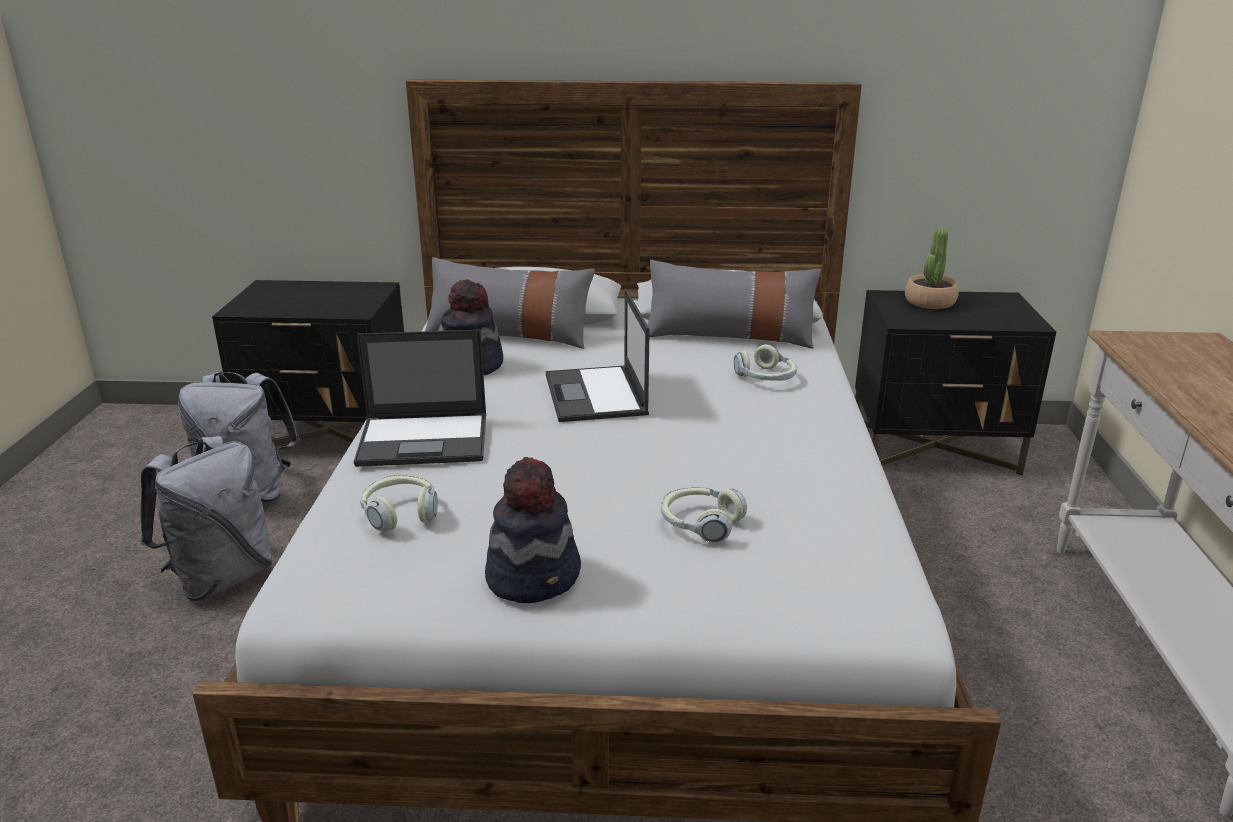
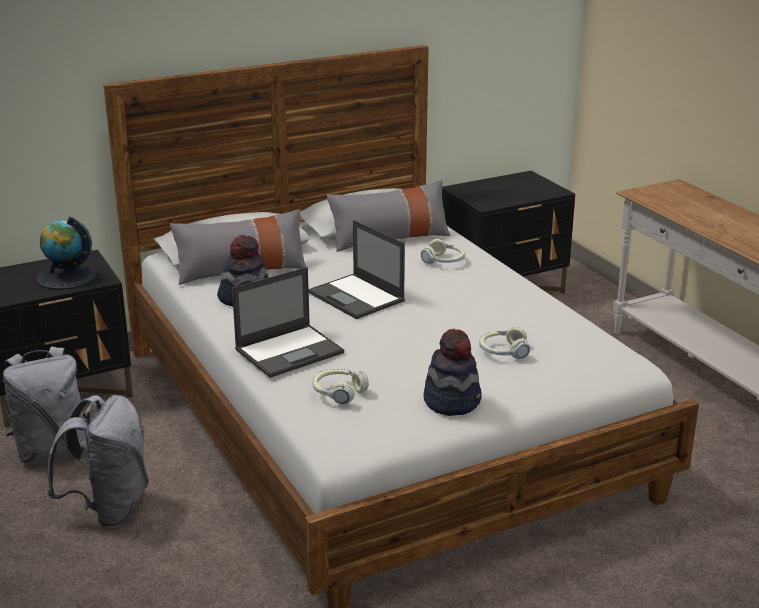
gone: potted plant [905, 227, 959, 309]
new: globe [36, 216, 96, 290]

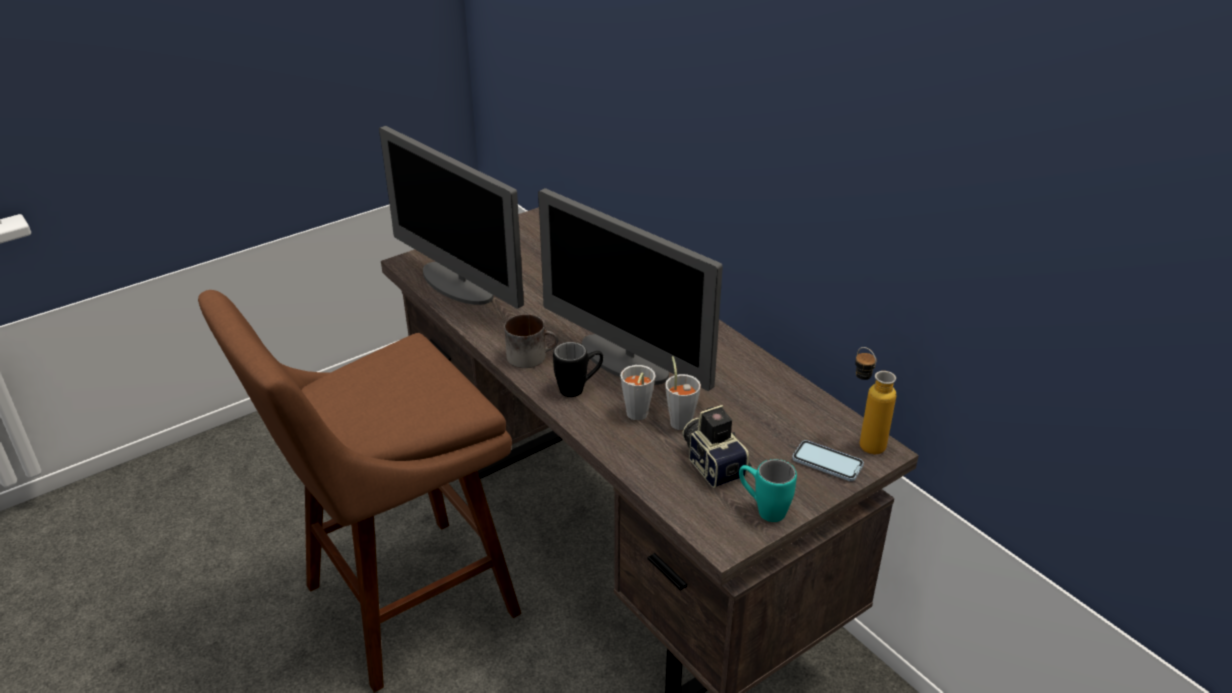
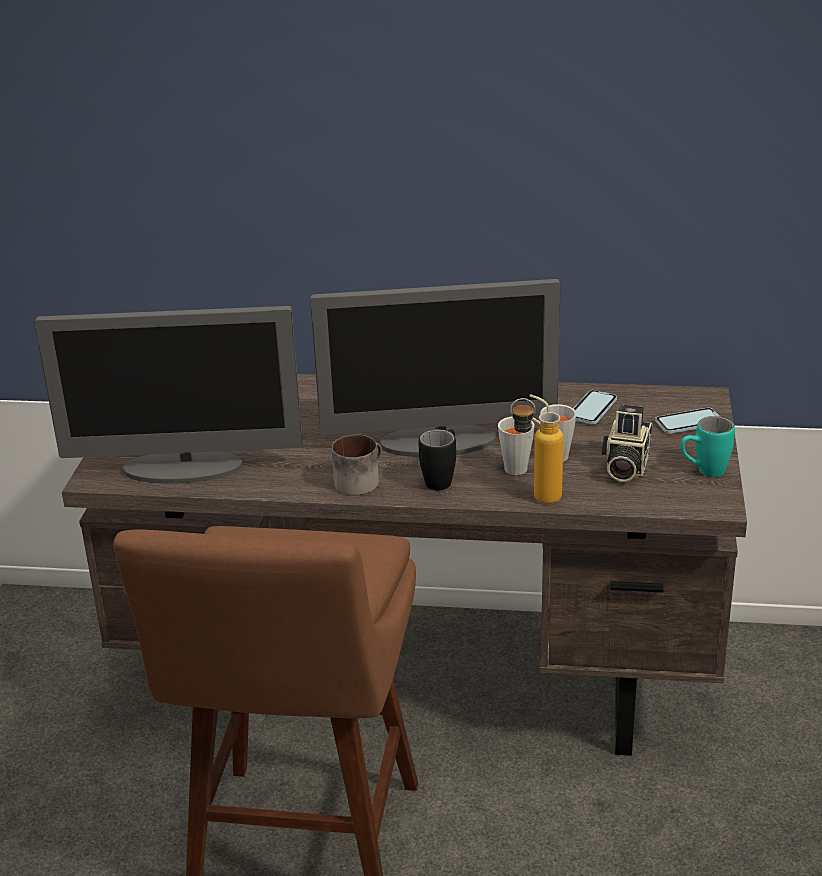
new: phone [573, 390, 617, 424]
shifted: bottle [855, 347, 896, 454] to [510, 398, 564, 504]
rotated: photo camera [682, 405, 751, 488] = [602, 405, 652, 482] 90 degrees counterclockwise

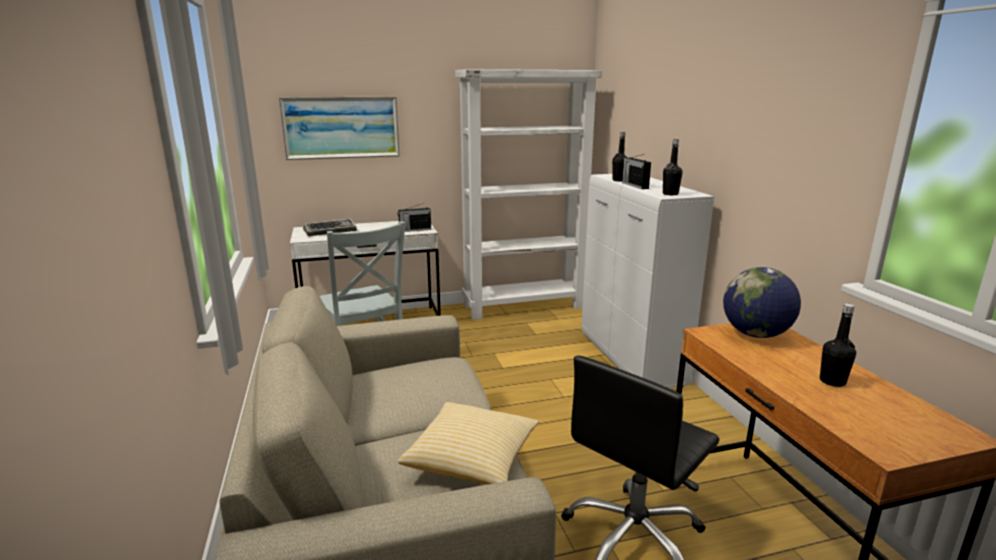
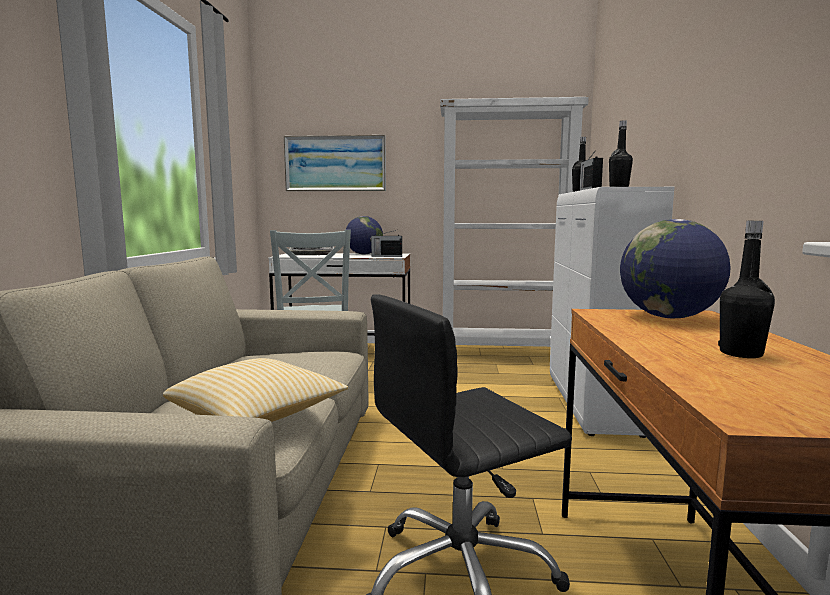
new: globe [346, 216, 383, 254]

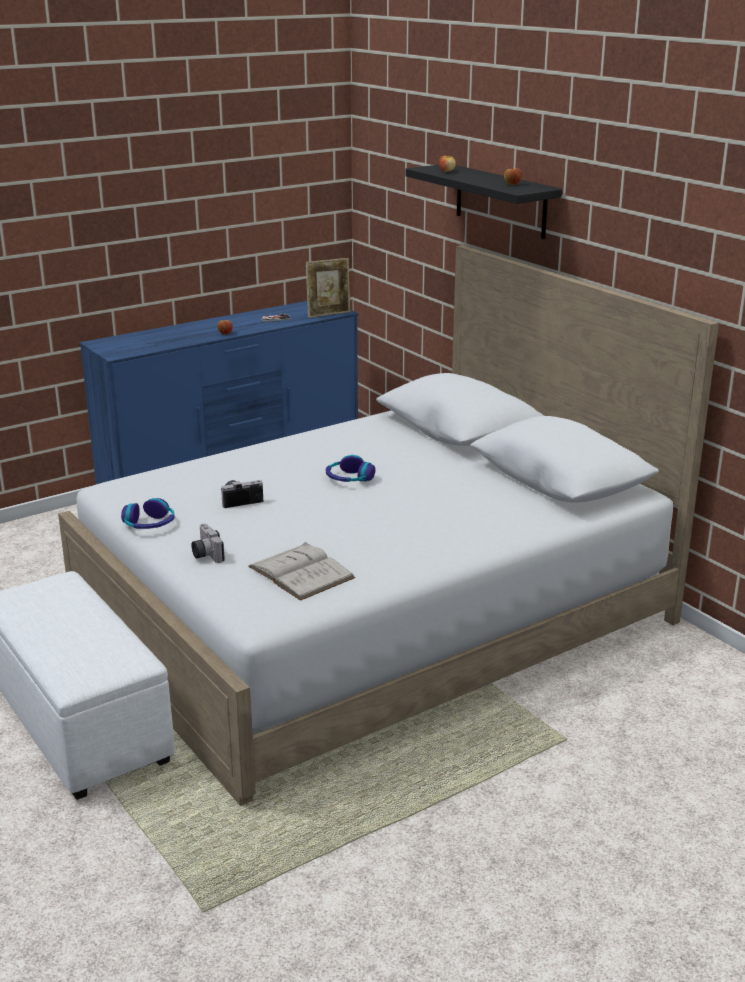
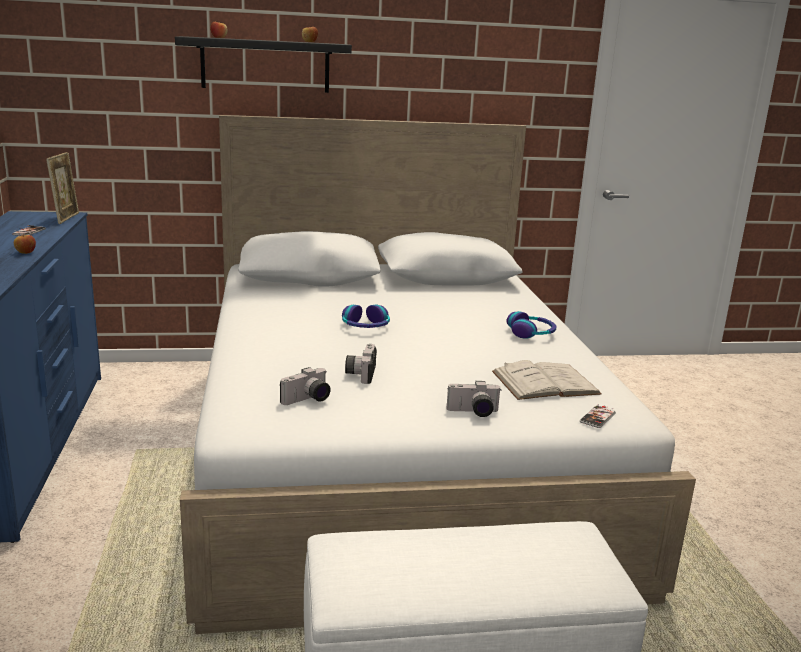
new: photo camera [280, 367, 330, 405]; phone [580, 404, 616, 428]
shifted: headphones [121, 498, 175, 529] to [507, 311, 556, 339]

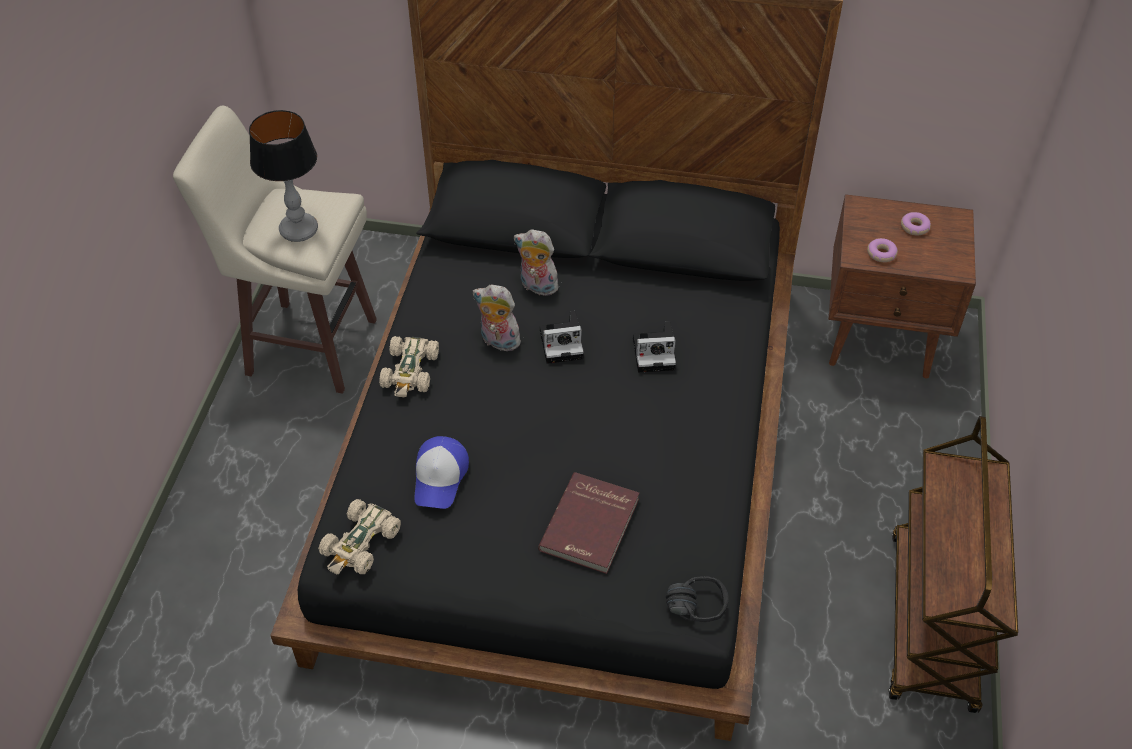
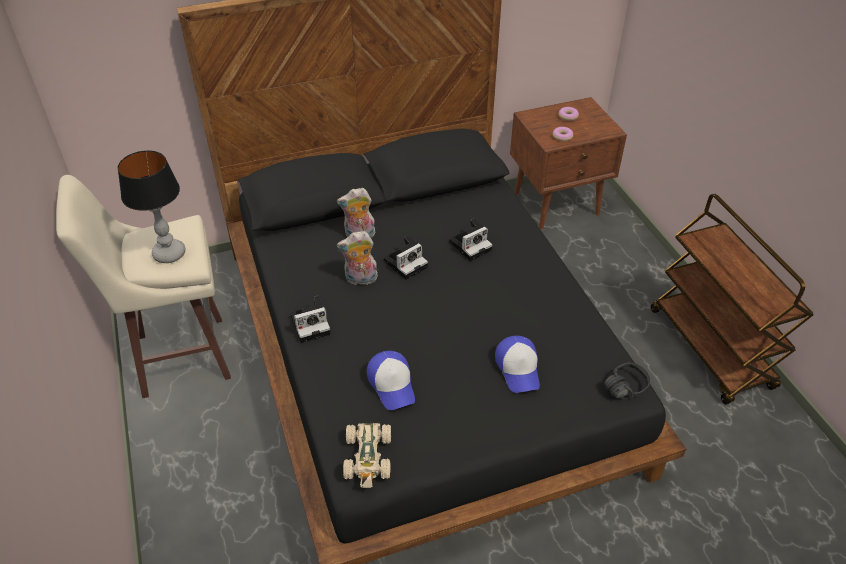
swapped: toy car (beige) [379, 336, 439, 397] to photo camera [290, 296, 331, 343]; book (red) [538, 472, 639, 574] to cap [495, 336, 540, 393]

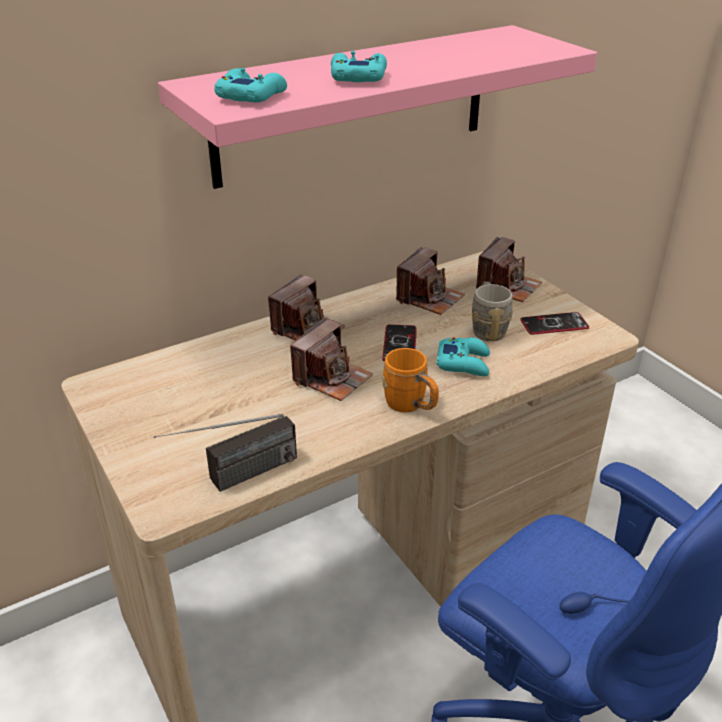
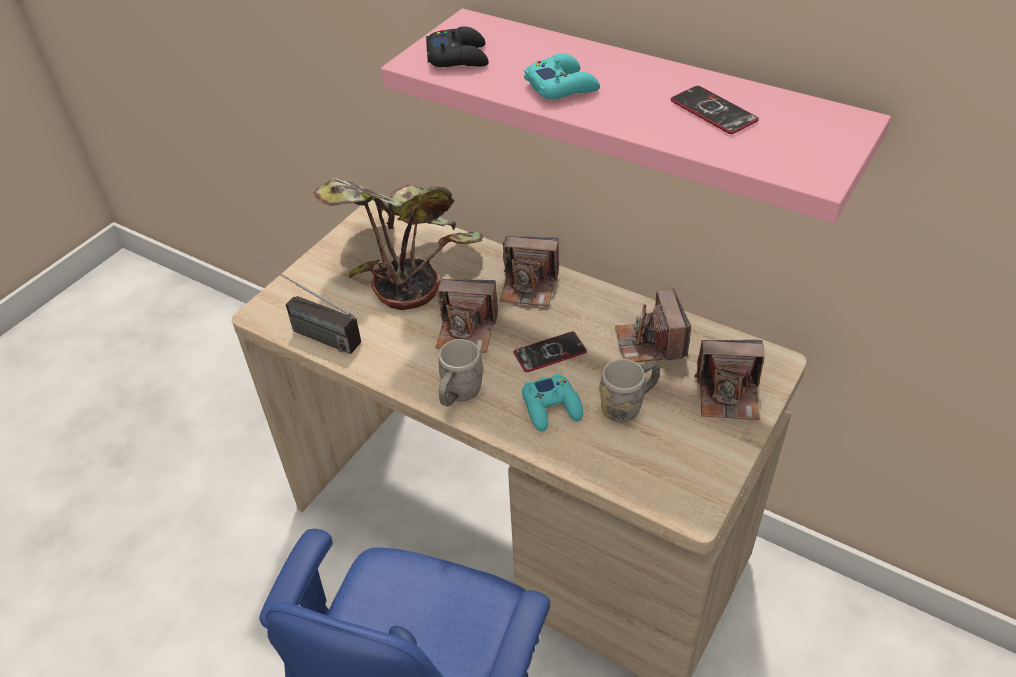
new: potted plant [312, 178, 483, 310]
shifted: phone [520, 312, 589, 335] to [671, 86, 759, 134]
repainted: game controller (turquoise) [214, 68, 287, 102] to game controller (black) [426, 27, 489, 67]; mug (orange) [382, 348, 439, 412] to mug (grey) [439, 339, 484, 407]
rotated: photo camera [396, 247, 465, 315] = [615, 289, 691, 362] 75 degrees clockwise

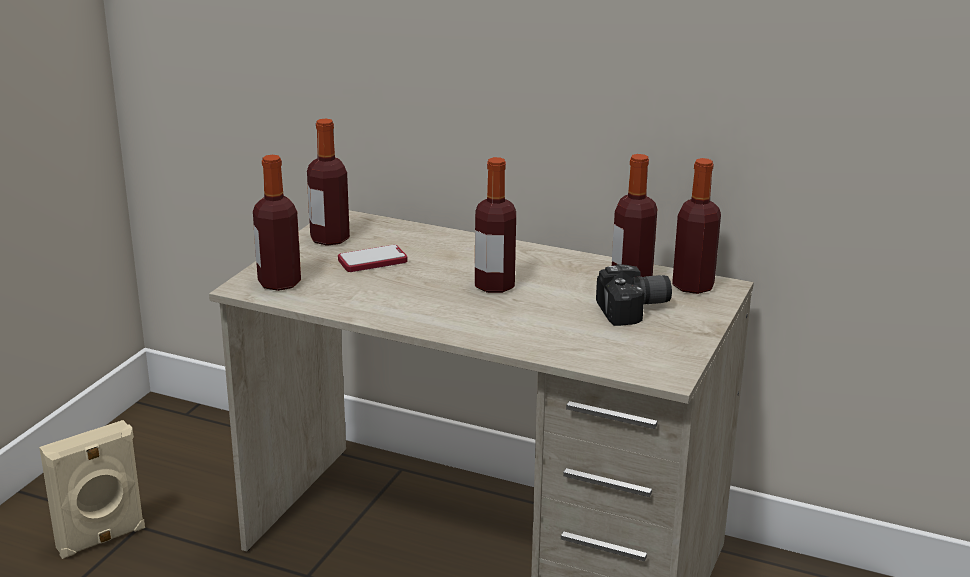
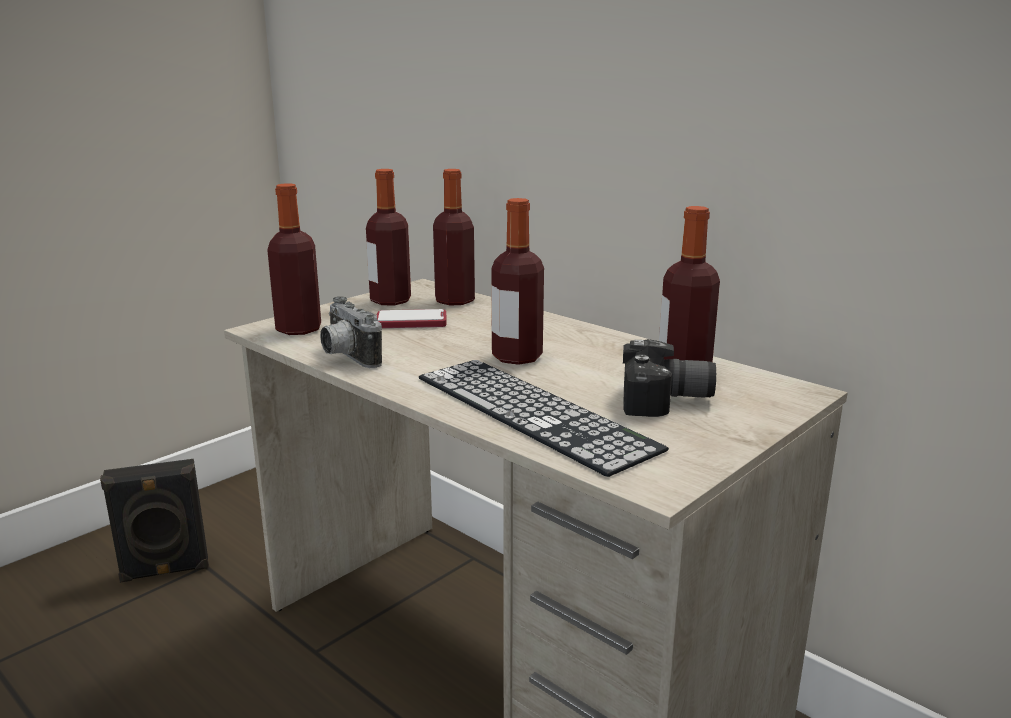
new: photo camera [320, 296, 382, 368]; keyboard [419, 360, 669, 477]
shifted: bottle [672, 158, 721, 294] to [433, 169, 475, 306]
repainted: speaker (beige) [39, 420, 145, 559] to speaker (black) [100, 459, 209, 583]

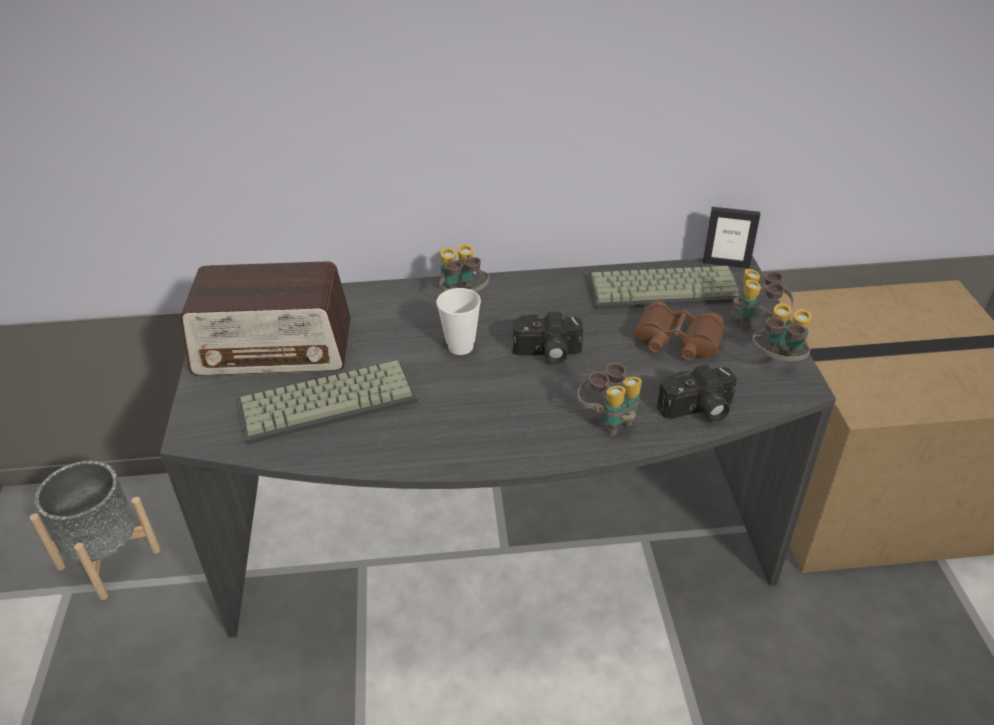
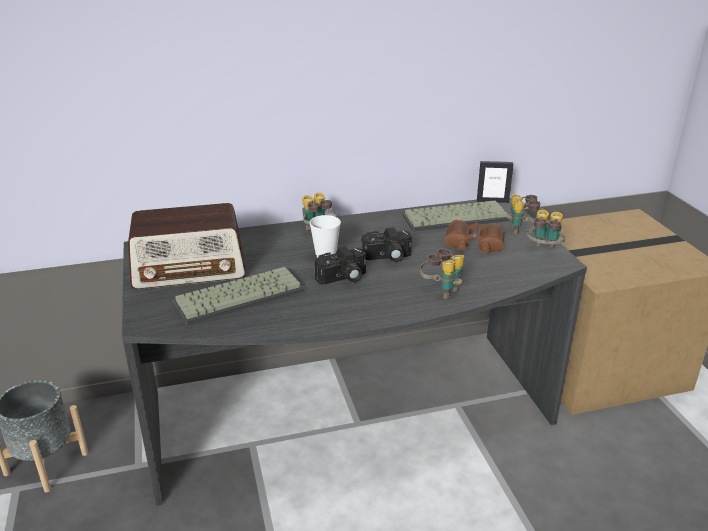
shifted: photo camera [657, 364, 737, 422] to [314, 246, 367, 285]

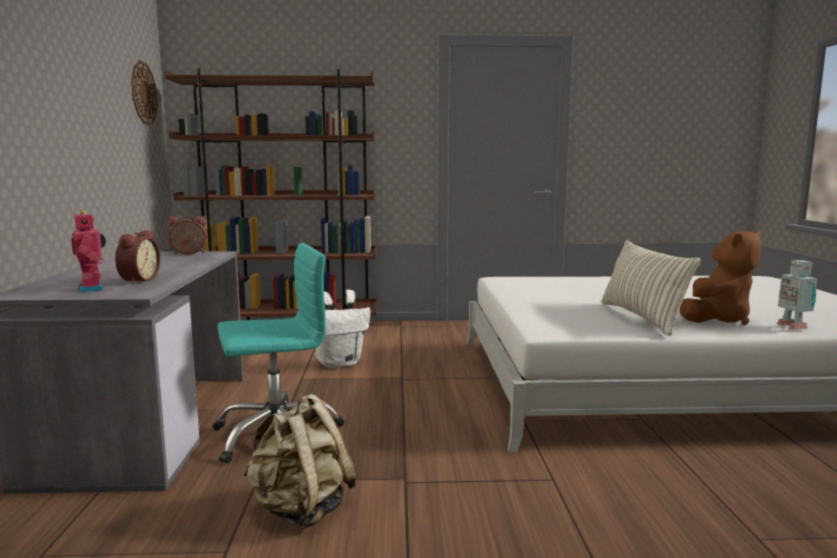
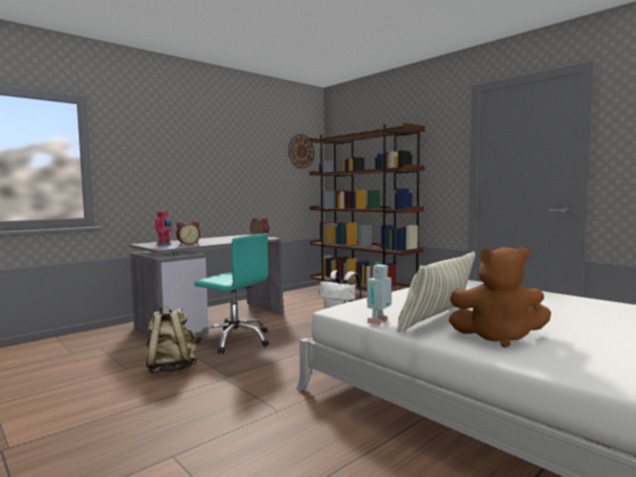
shifted: toy robot [777, 260, 818, 330] to [367, 264, 391, 325]

